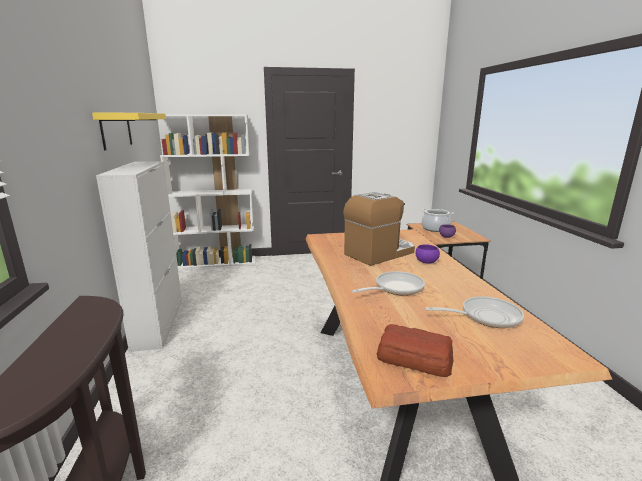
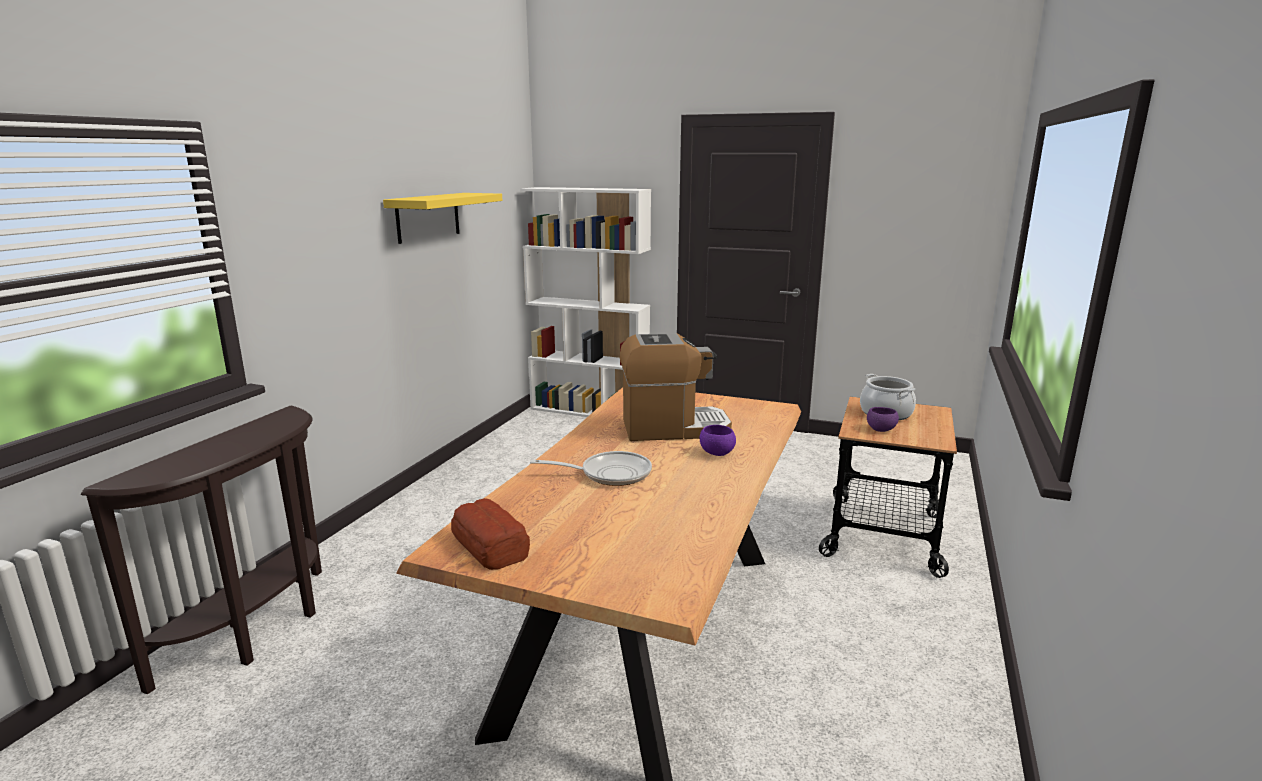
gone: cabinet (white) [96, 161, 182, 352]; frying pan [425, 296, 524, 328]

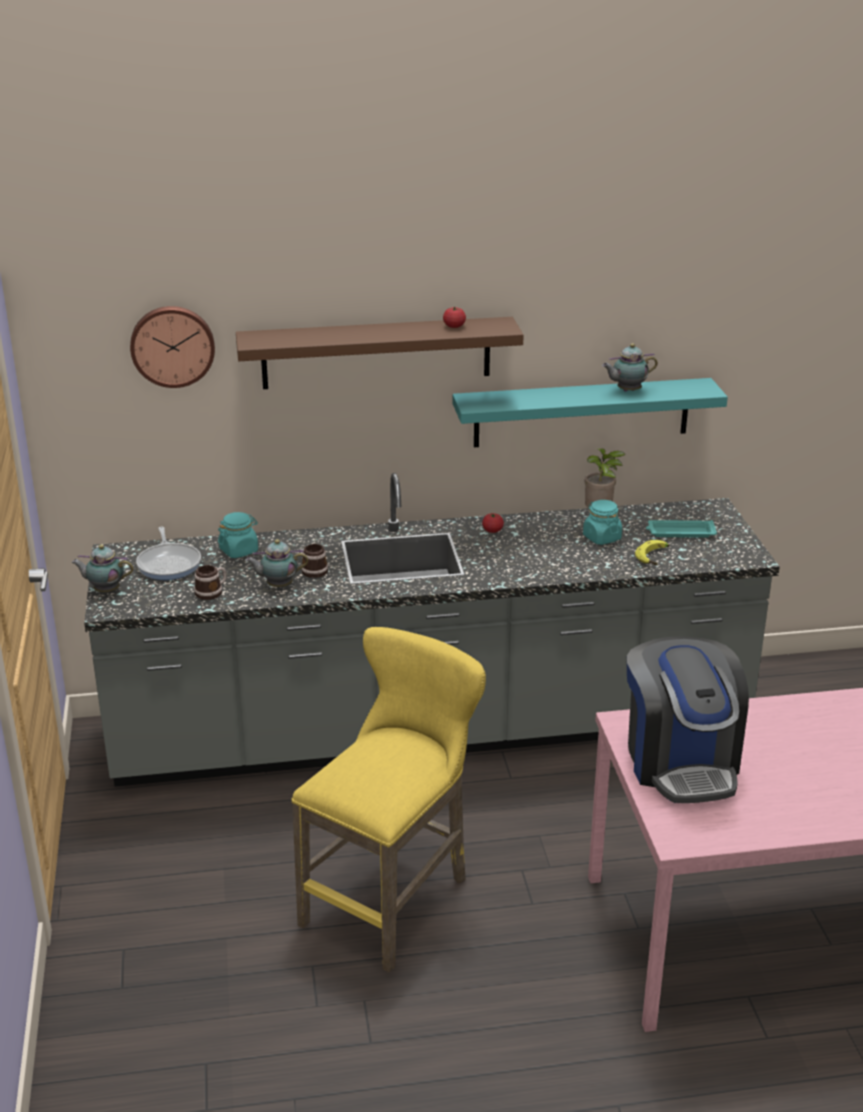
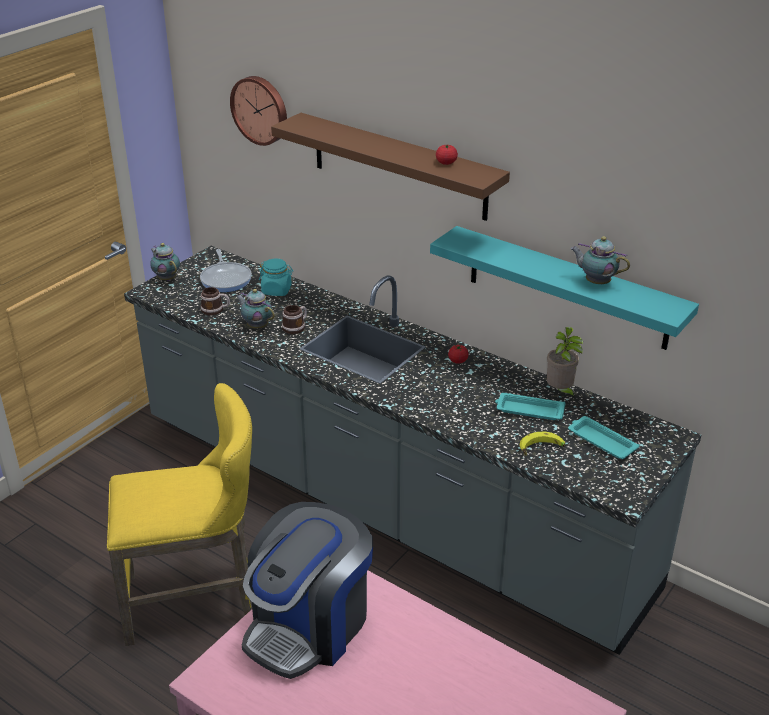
swapped: jar (turquoise) [583, 500, 622, 545] to tray (turquoise) [495, 393, 566, 420]
rotated: frying pan [136, 527, 201, 580] = [200, 249, 252, 292] 45 degrees counterclockwise

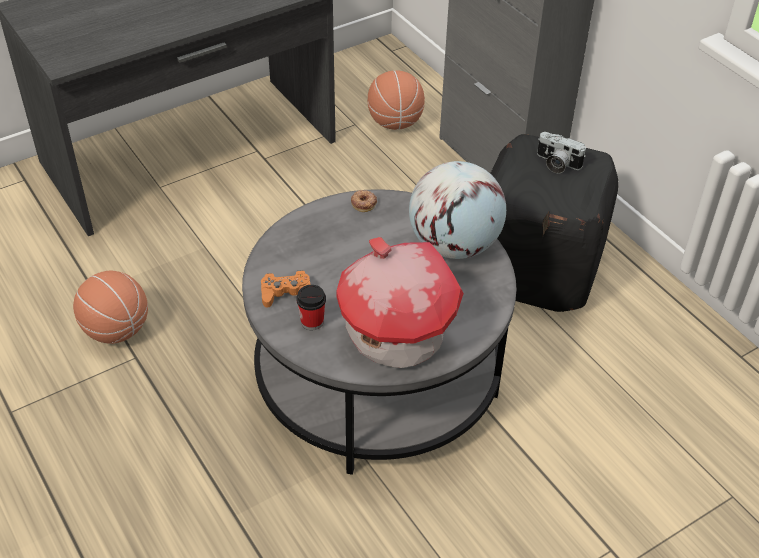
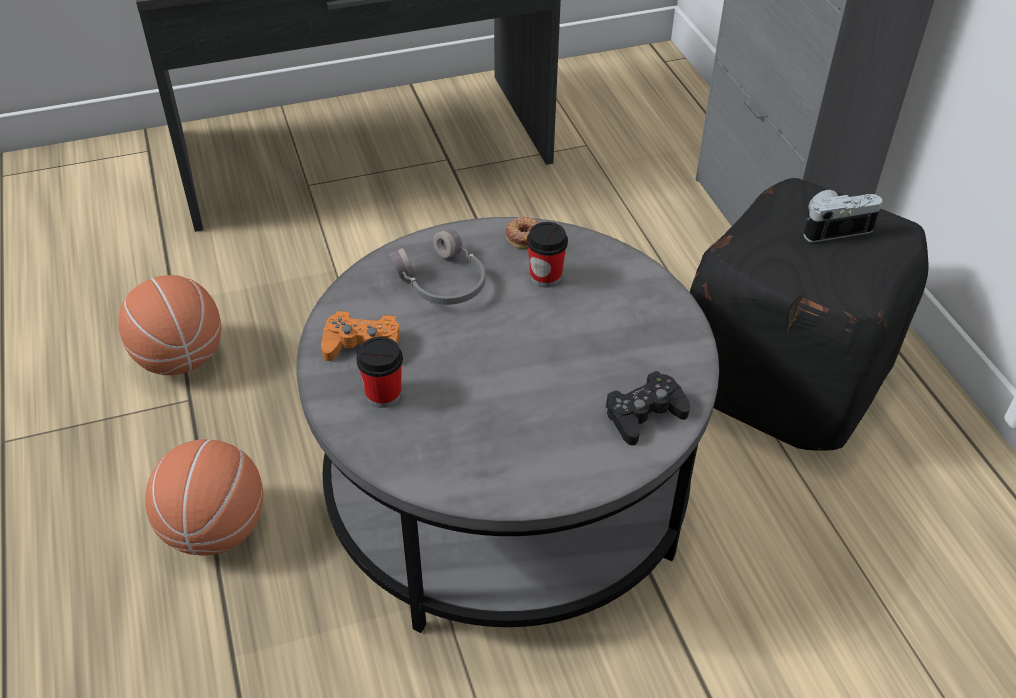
gone: toy house [336, 237, 464, 368]; globe [409, 161, 506, 259]
new: headphones (grey) [389, 228, 485, 305]; cup [527, 222, 568, 287]; game controller (black) [605, 371, 690, 446]
shifted: basketball [368, 70, 425, 130] to [145, 439, 263, 556]
rotated: photo camera [537, 132, 586, 173] = [804, 190, 882, 243] 120 degrees clockwise

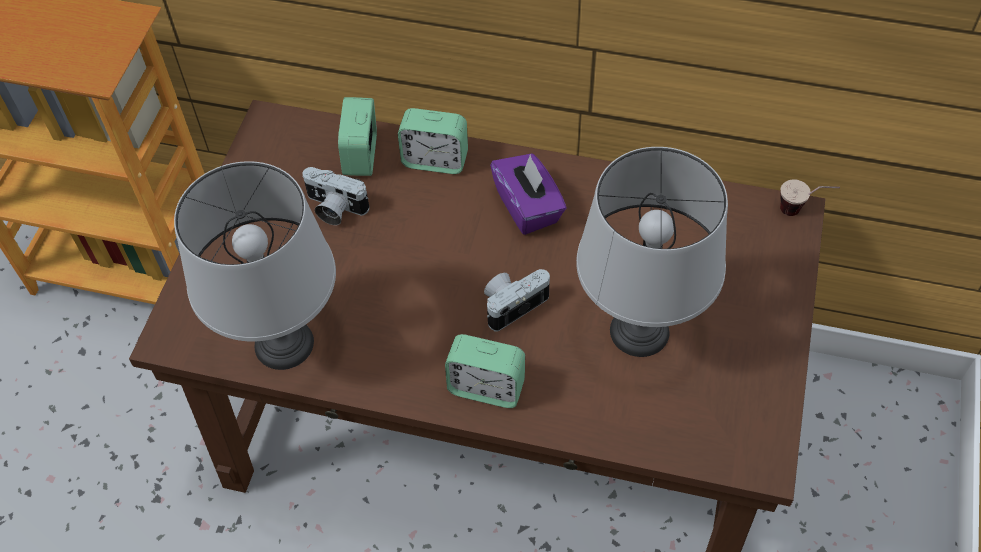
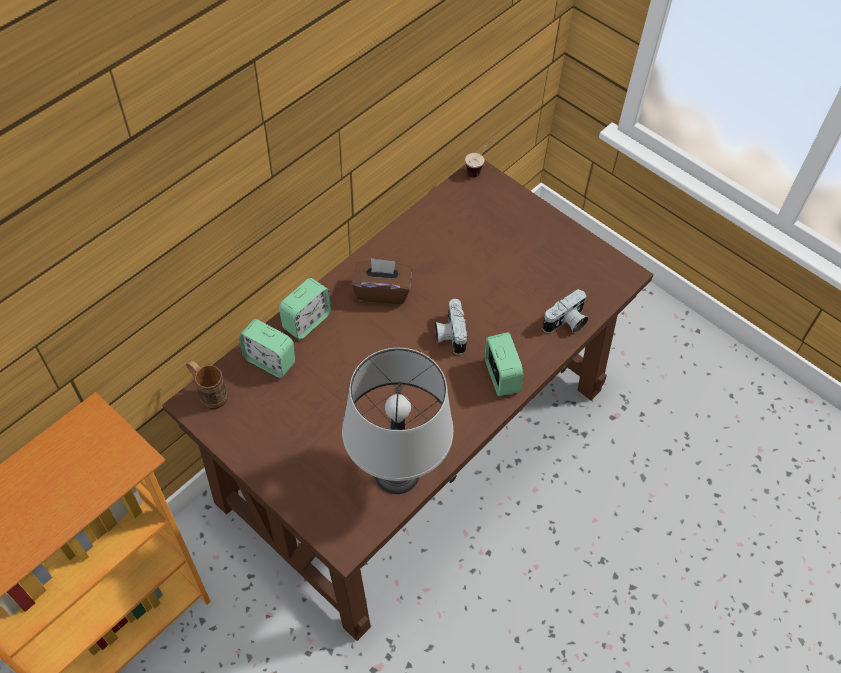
gone: table lamp (grey) [576, 147, 728, 357]
new: mug (brown) [186, 360, 228, 409]
shifted: photo camera [303, 167, 369, 225] to [542, 289, 589, 333]
repainted: tissue box (purple) [490, 153, 567, 235] to tissue box (brown) [352, 258, 412, 304]
rotated: alarm clock [445, 334, 525, 408] = [485, 332, 523, 396] 60 degrees counterclockwise

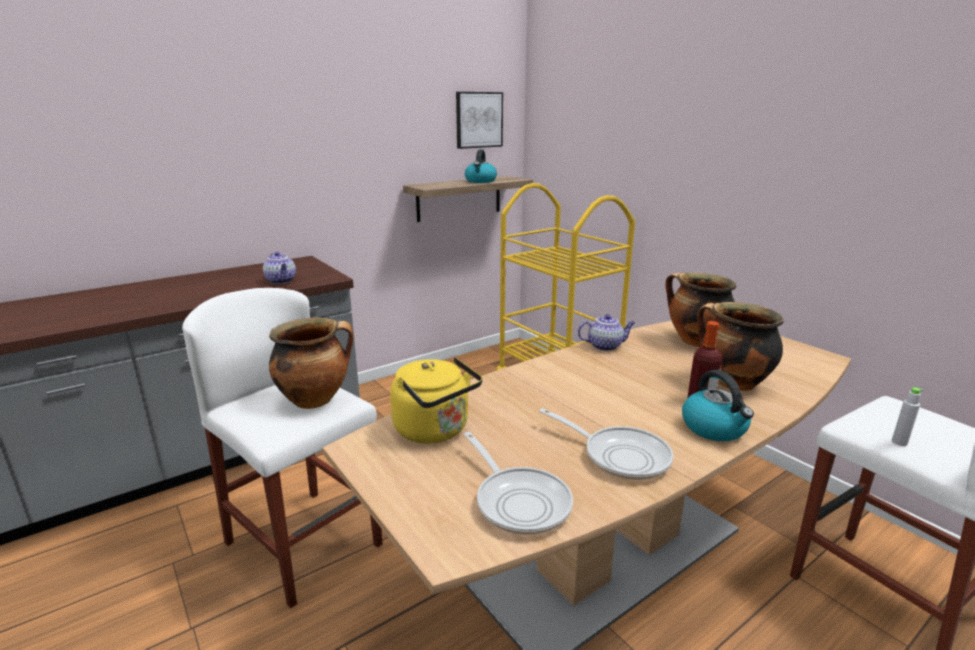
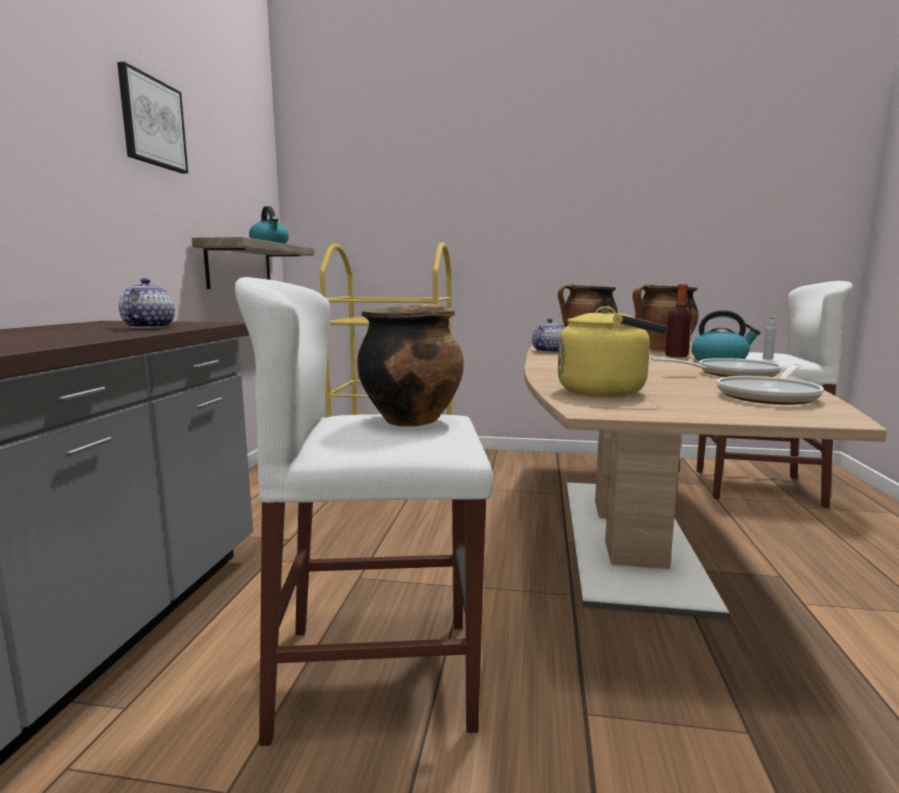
shifted: picture [456, 92, 503, 149] to [117, 62, 188, 174]
rotated: teapot [263, 252, 296, 284] = [119, 278, 175, 328] 105 degrees counterclockwise; frying pan [464, 432, 573, 535] = [717, 363, 824, 405] 120 degrees clockwise

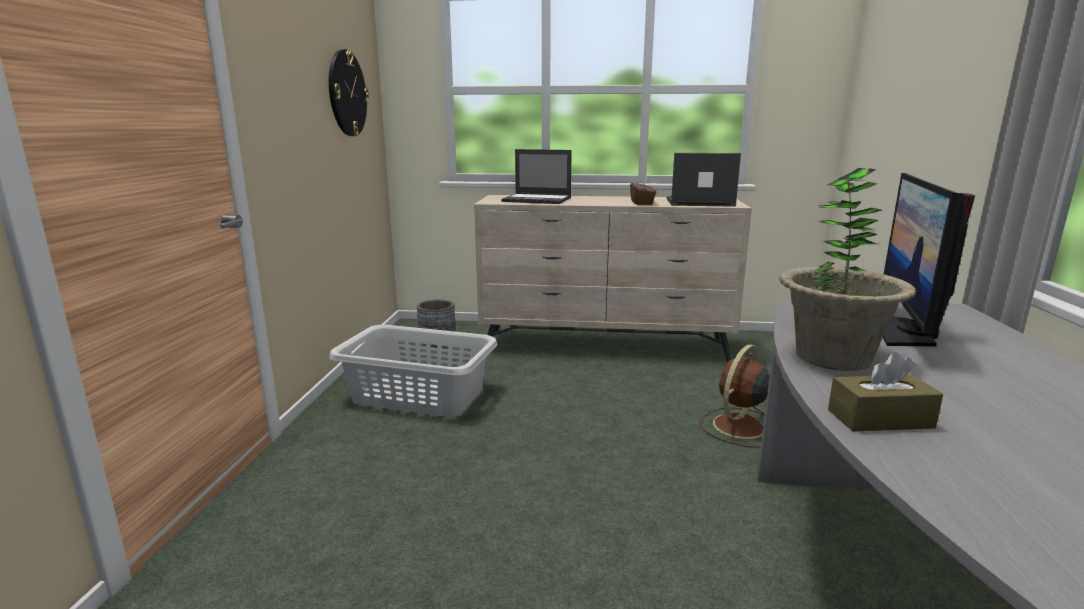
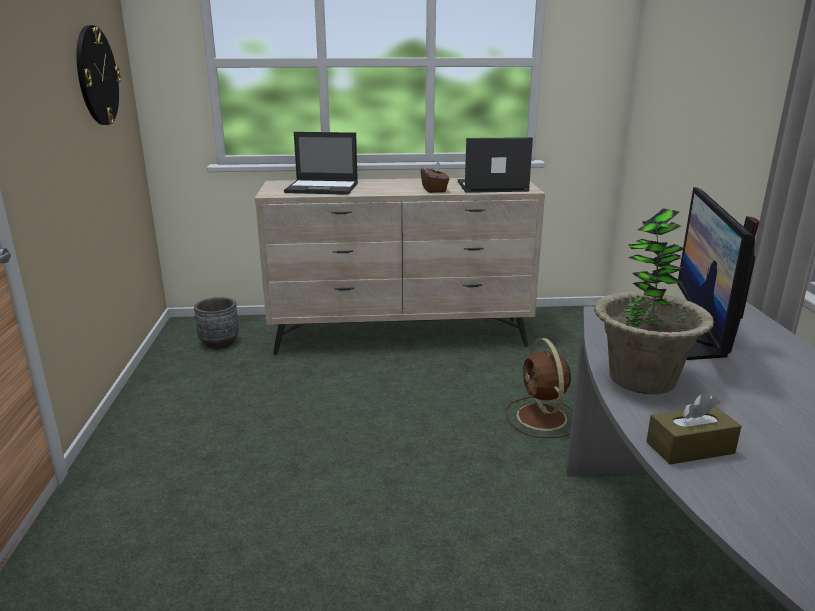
gone: laundry basket (grey) [329, 325, 497, 417]
rotated: fan (brown) [700, 344, 770, 448] = [506, 338, 573, 438] 45 degrees counterclockwise

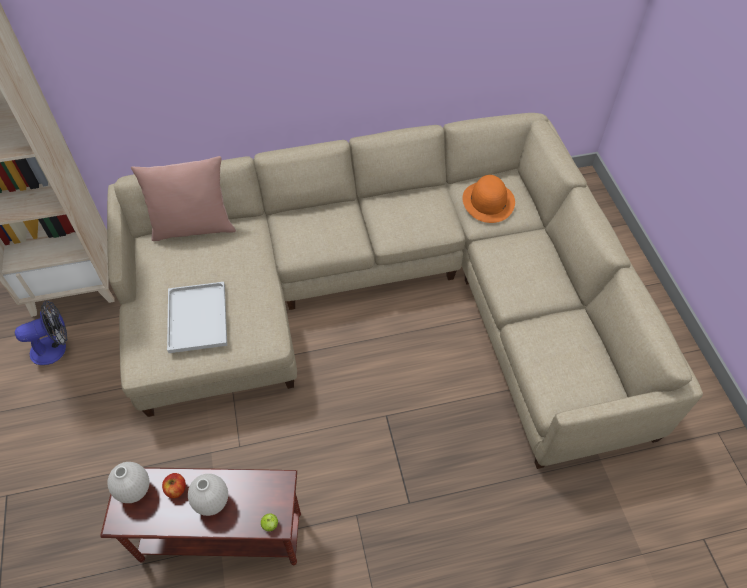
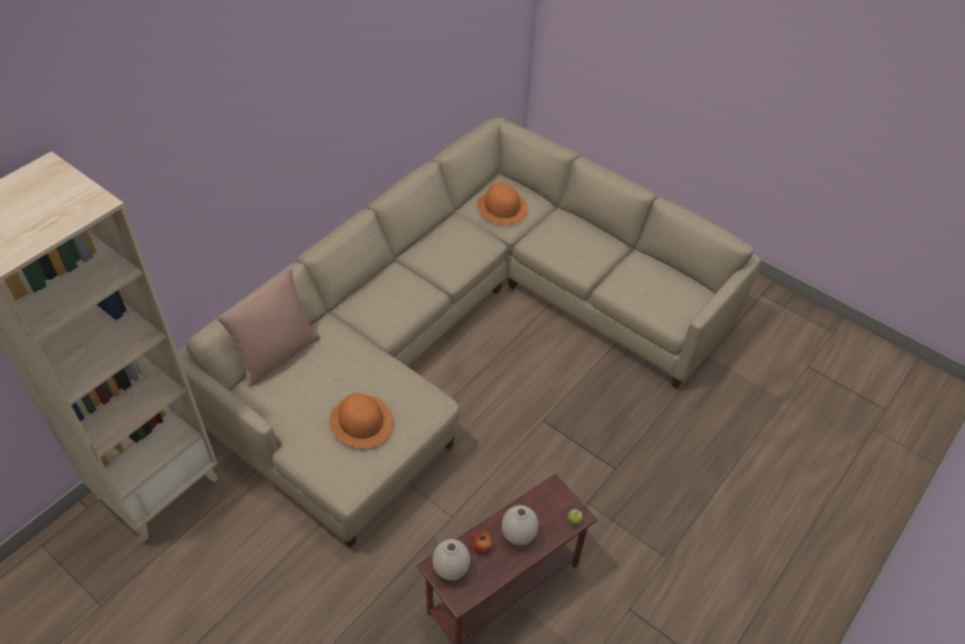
gone: fan [15, 300, 67, 365]
swapped: tray (white) [167, 282, 227, 353] to hat (orange) [329, 393, 393, 448]

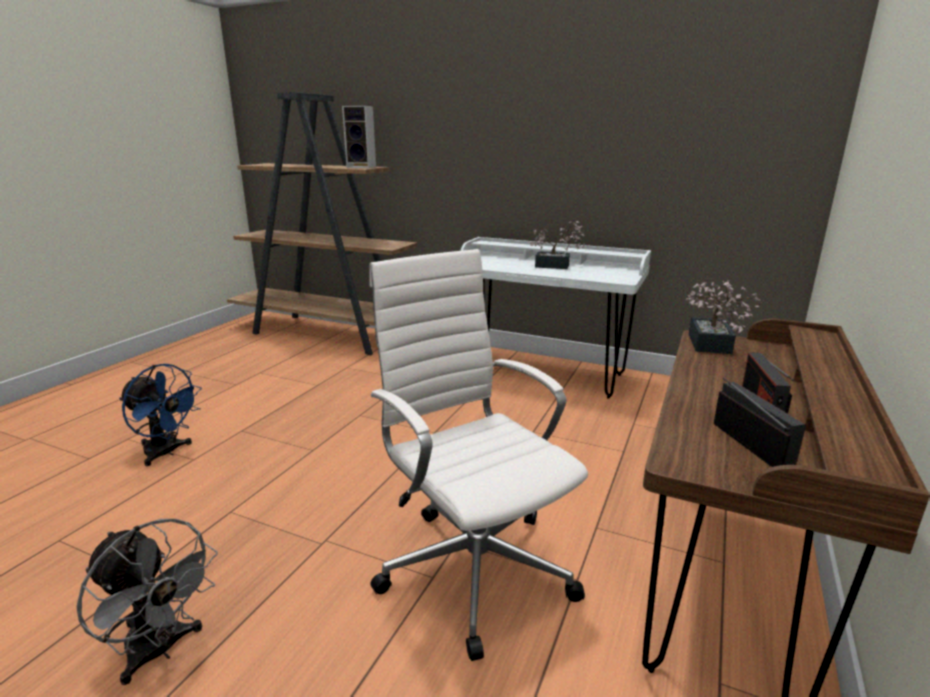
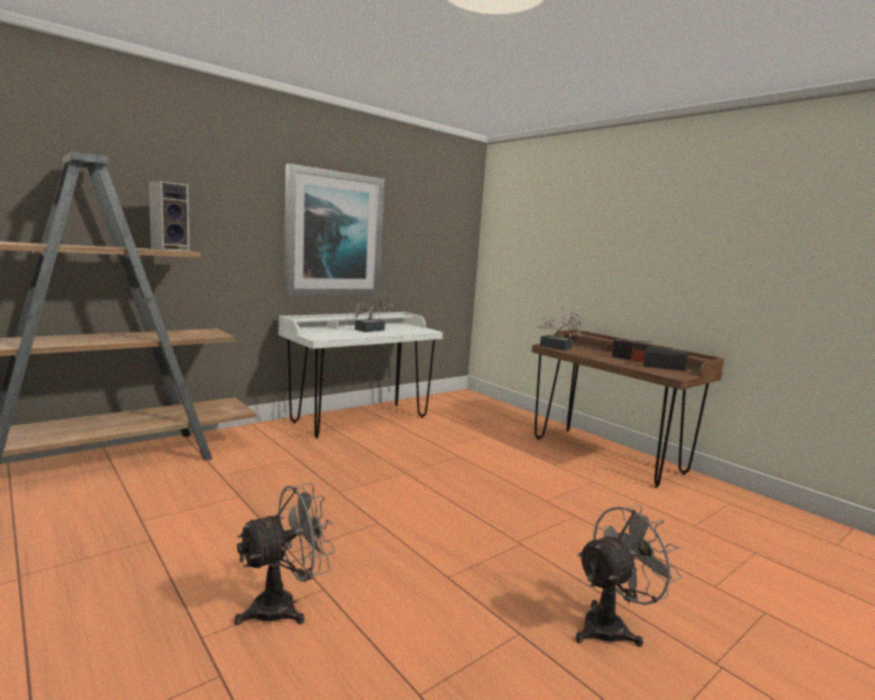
gone: office chair (white) [369, 249, 588, 661]
new: picture [284, 164, 385, 296]
repainted: fan (blue) [119, 364, 202, 466] to fan (grey) [234, 483, 335, 625]

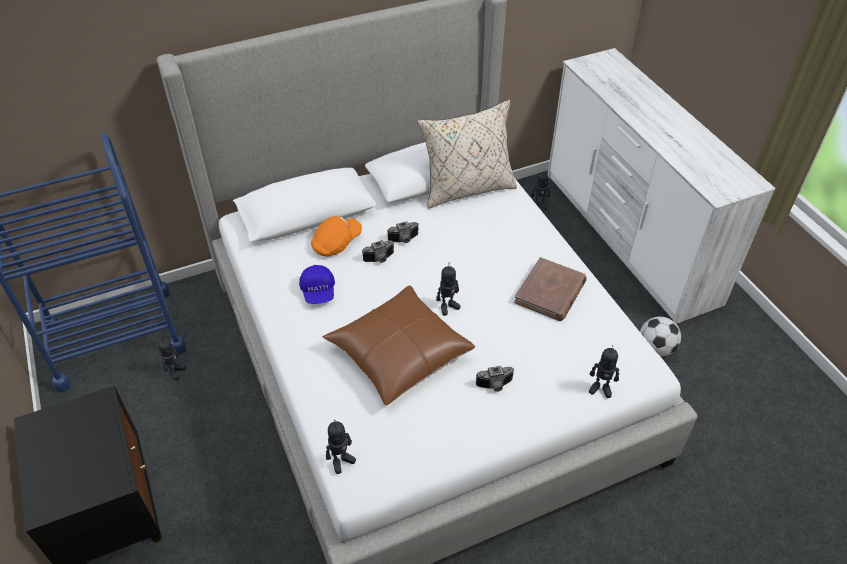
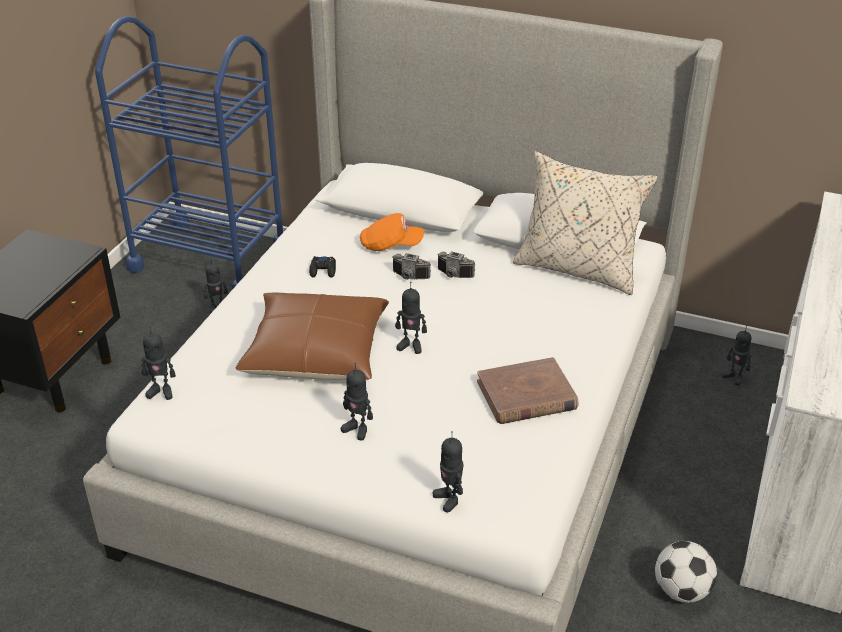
swapped: cap (blue) [299, 265, 335, 304] to game controller (black) [309, 256, 336, 278]; photo camera [476, 366, 514, 392] to toy robot [341, 363, 373, 440]

